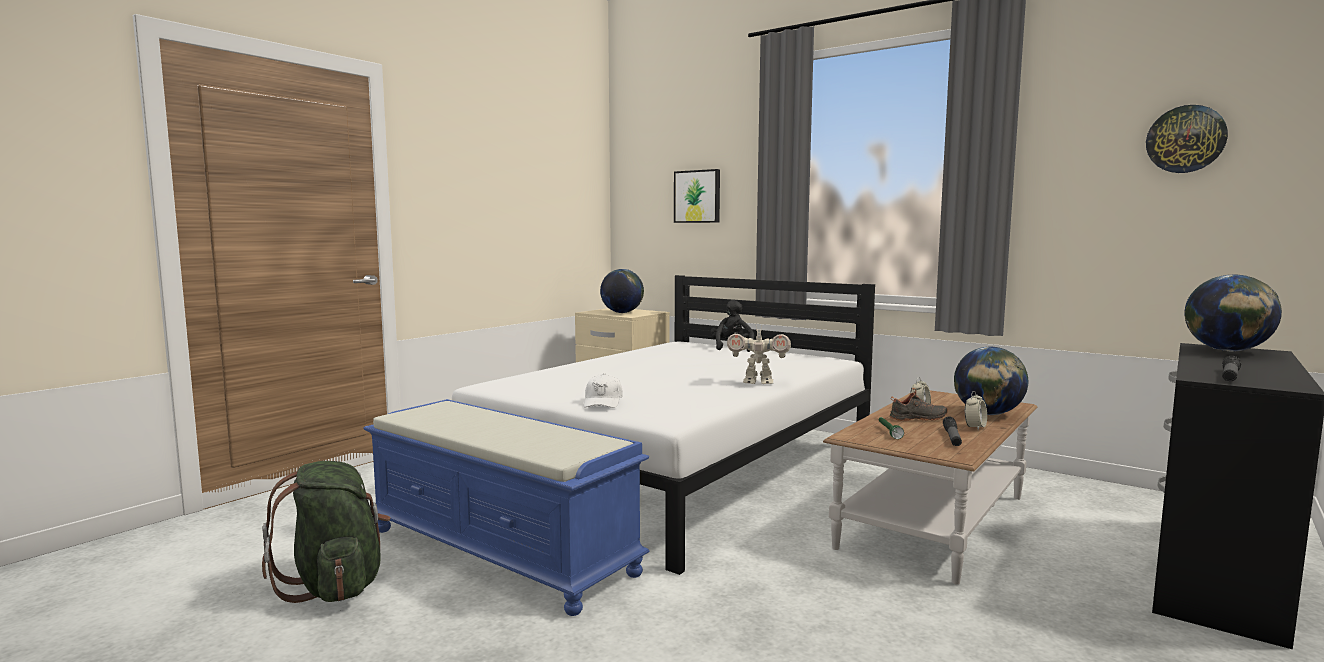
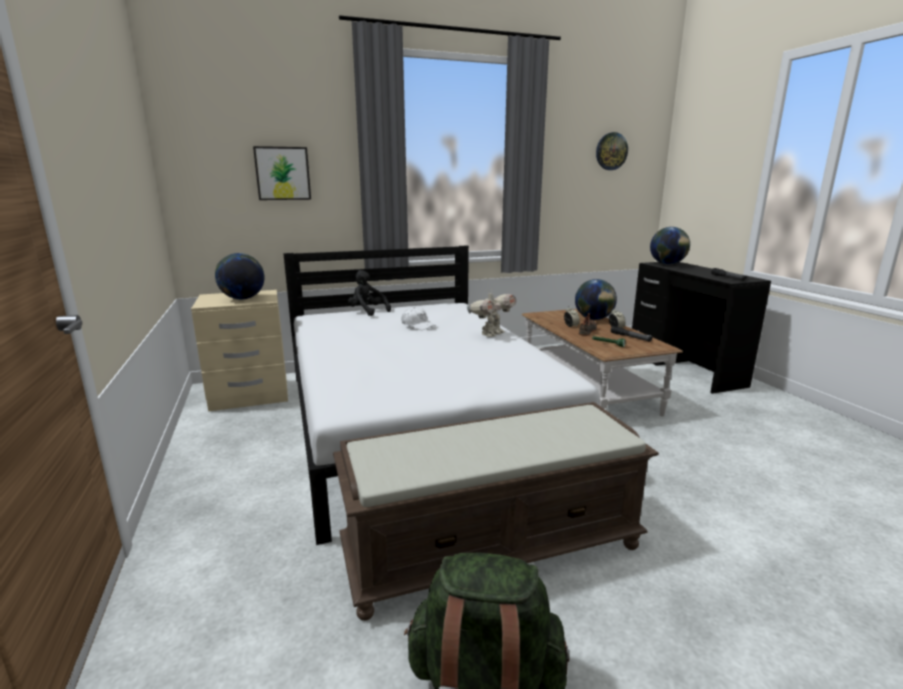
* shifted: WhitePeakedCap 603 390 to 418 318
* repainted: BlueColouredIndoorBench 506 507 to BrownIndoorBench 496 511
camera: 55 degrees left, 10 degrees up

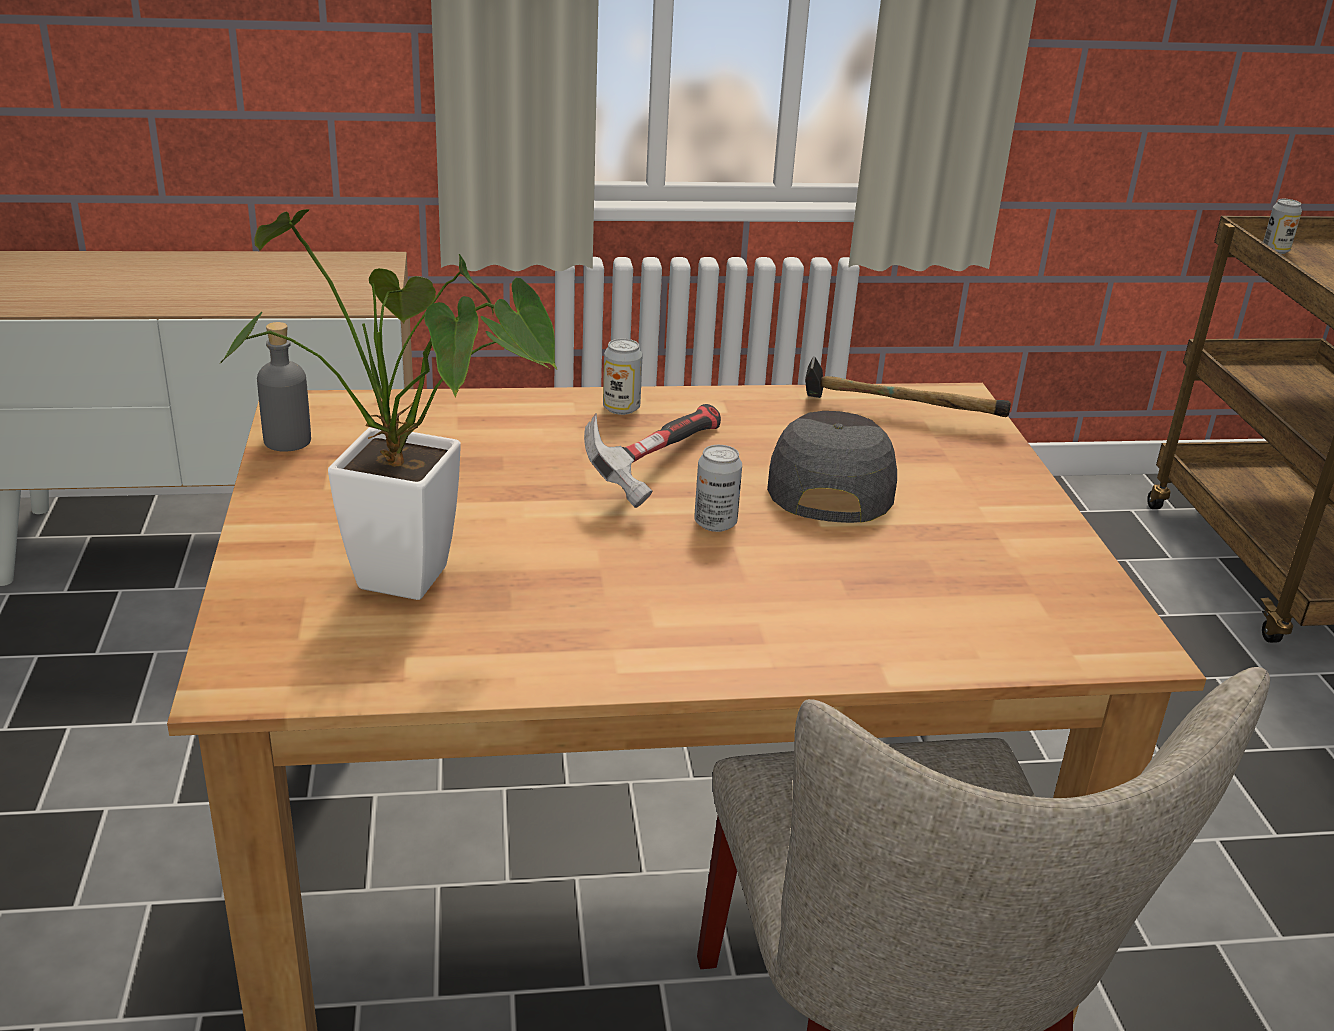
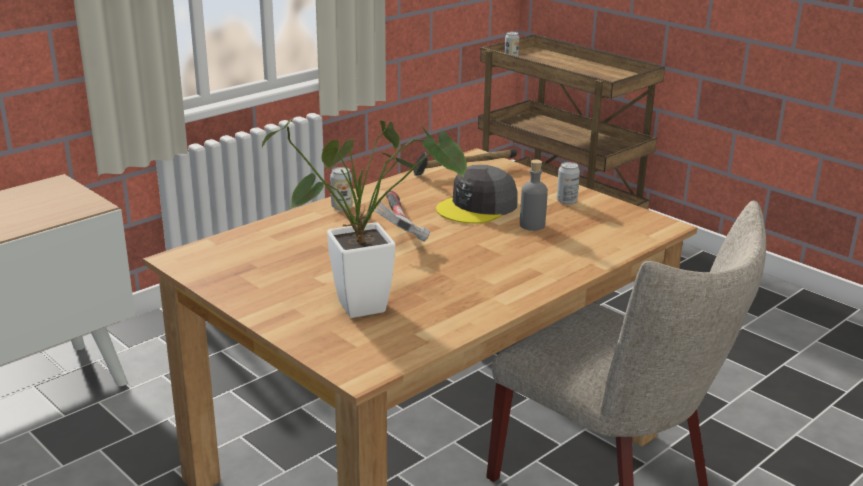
* shifted: GreyBottle 284 387 to 534 195
* shifted: SealedCan 718 488 to 568 183
* rotated: GreyPeakedCap 832 467 = 477 194 105 degrees counterclockwise
camera: 35 degrees left, 5 degrees down

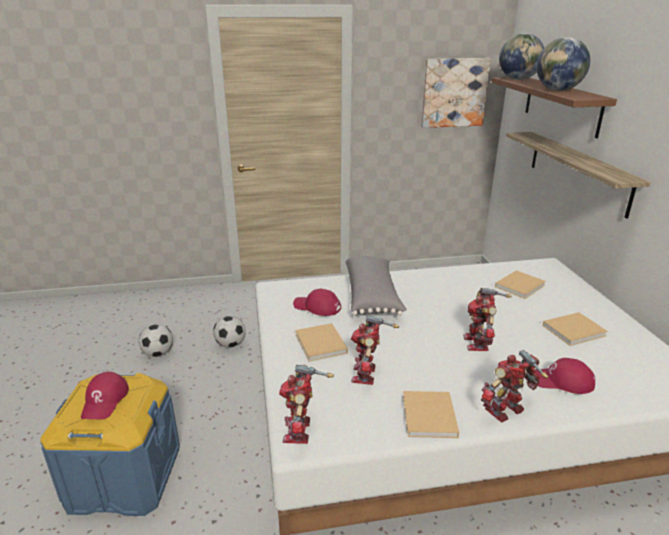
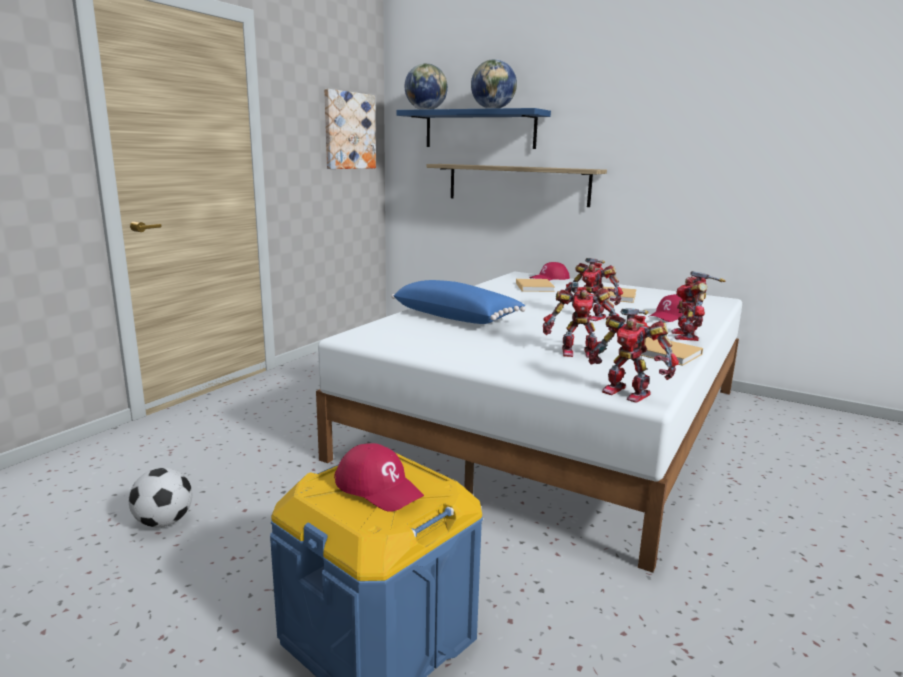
* gone: BallForFootball 229 332
* gone: BeigeColouredVolume 321 342
* shifted: RedColouredPeakedCap 317 302 to 550 271
* repainted: GreyCushion 376 286 to BlueColouredCushion 458 302
* repainted: BrownWallShelf 554 107 to BlueColouredWallShelf 473 128
* rotated: ToyRobot 375 350 = 581 320 45 degrees counterclockwise
camera: 50 degrees left, 10 degrees down

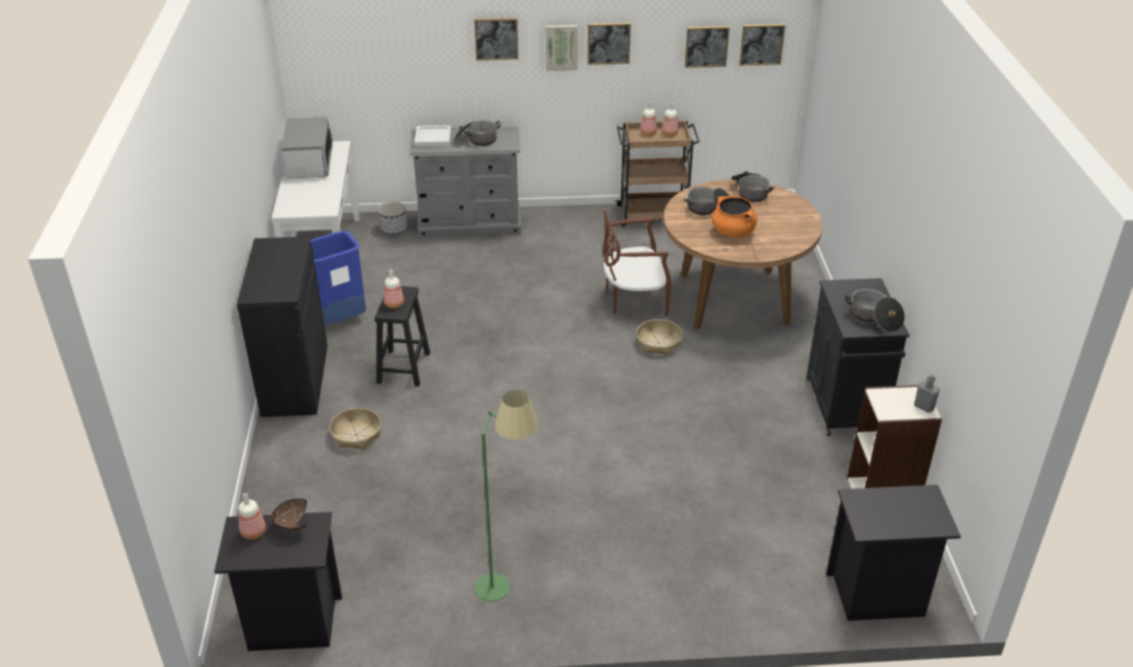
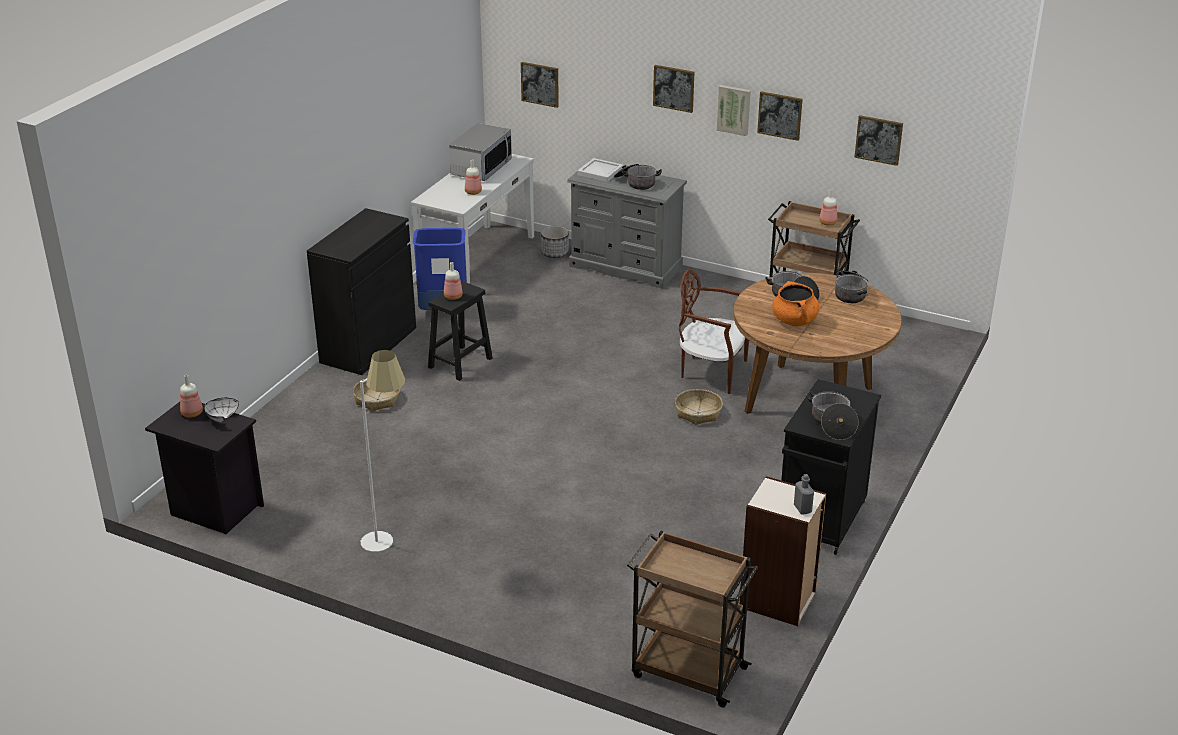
* shifted: Bottle 648 118 to 473 177
* shifted: WallPicture 762 45 to 540 85
* swapped: BlackNightTable 893 553 to BrownTrolley 692 619
* repainted: BrownBowl 289 515 to WhiteBowl 221 410
* repainted: GreenishStandardLamp 506 496 to WhiteStandardLamp 382 451
camera: 30 degrees right, 5 degrees down

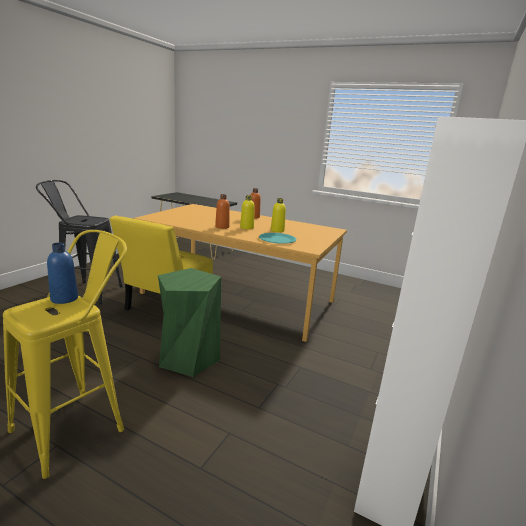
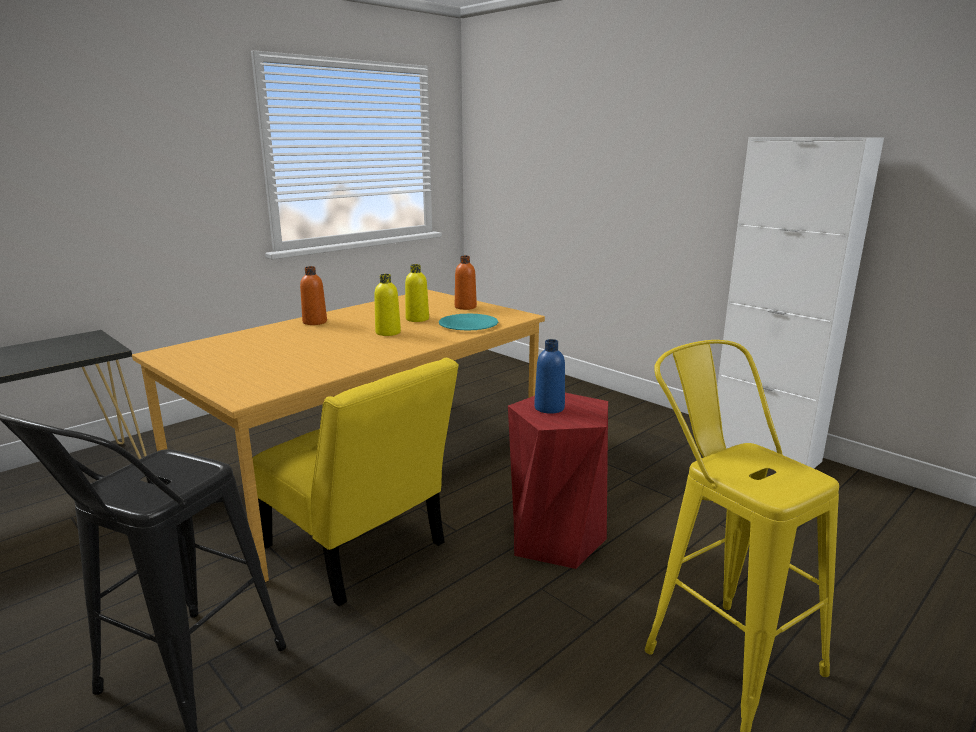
* shifted: BlueColouredBottle 62 273 to 549 376
* shifted: OrangeBottle 222 211 to 466 283
* repainted: GreenishStool 189 322 to RedColouredStool 558 481
camera: 70 degrees left, 0 degrees up

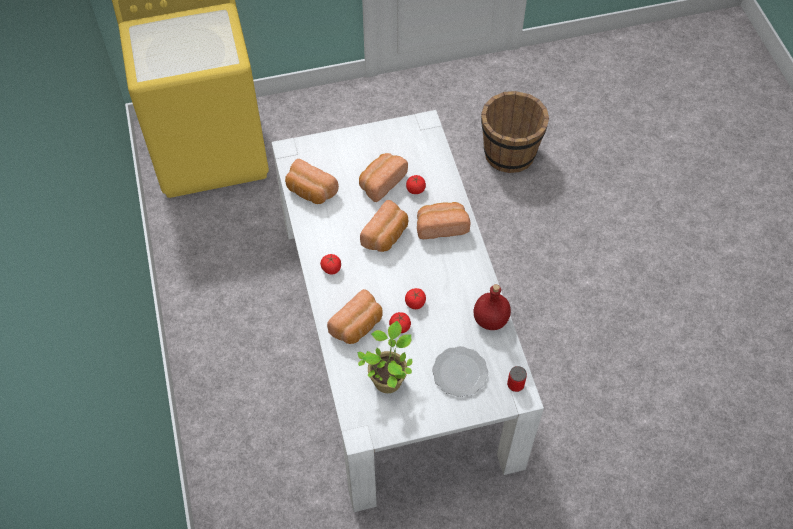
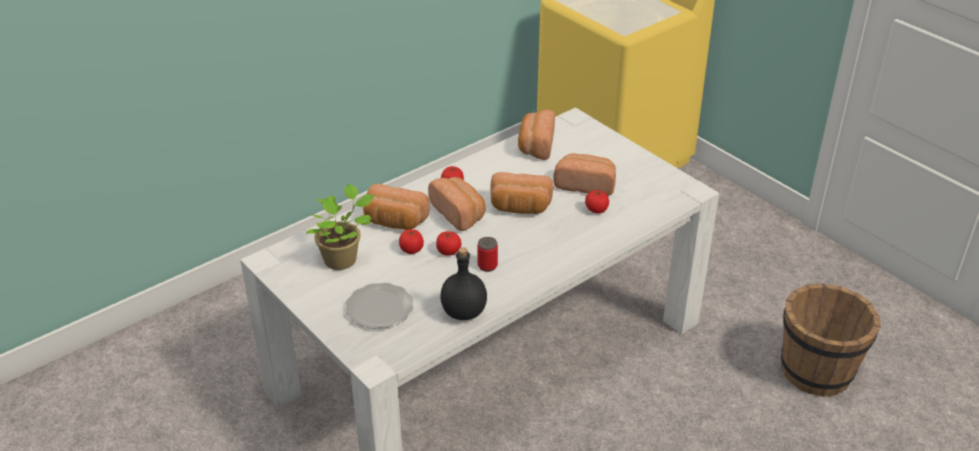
* shifted: BakeryBread 443 220 to 457 204
* shifted: SealedCan 517 379 to 487 254
* repainted: RedColouredBottle 492 307 to BlackBottle 463 283
camera: 65 degrees right, 20 degrees down

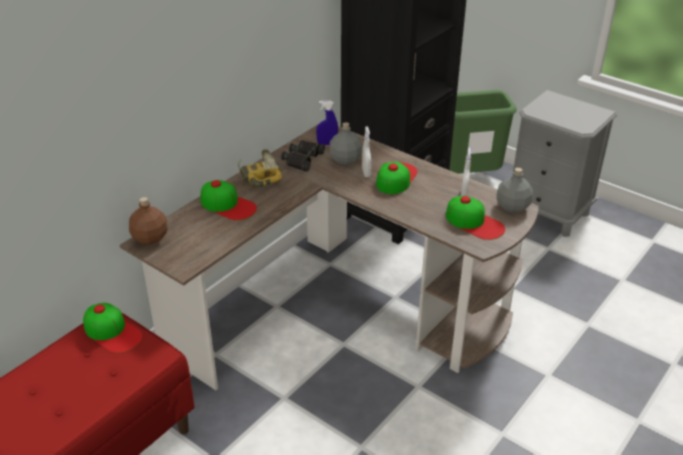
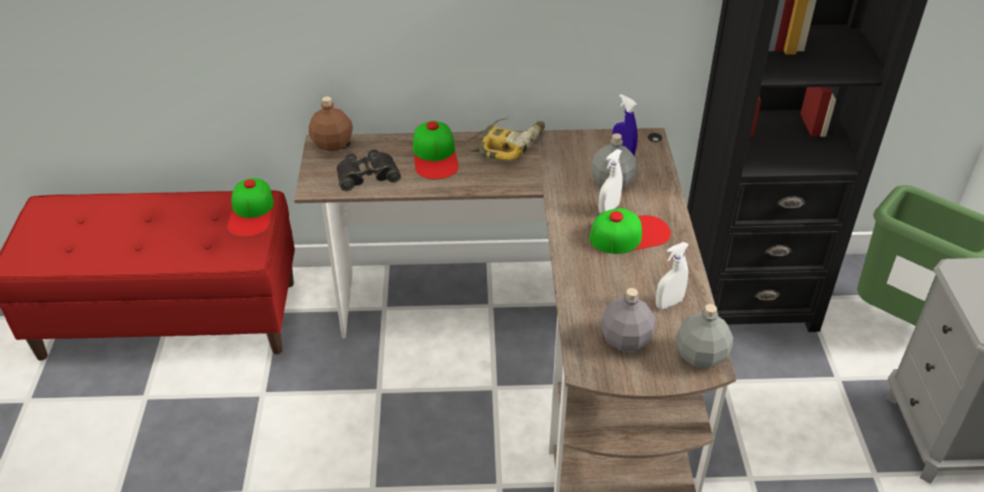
* shifted: BlackBinoculars 303 156 to 368 170
* swapped: PeakedCap 475 218 to GreyBottle 628 319
camera: 50 degrees right, 5 degrees up

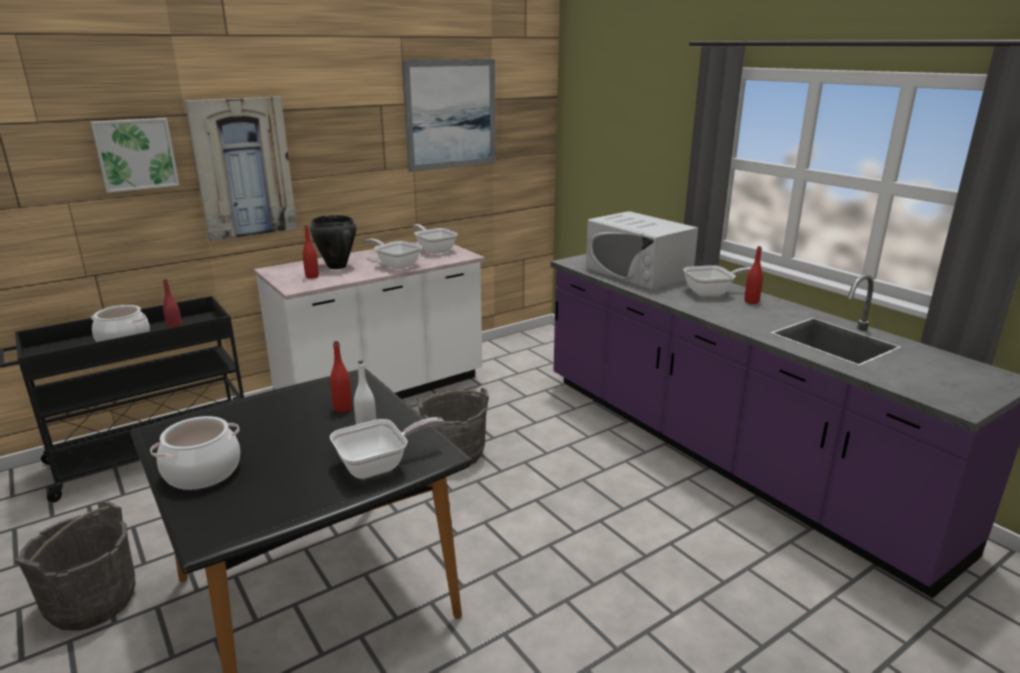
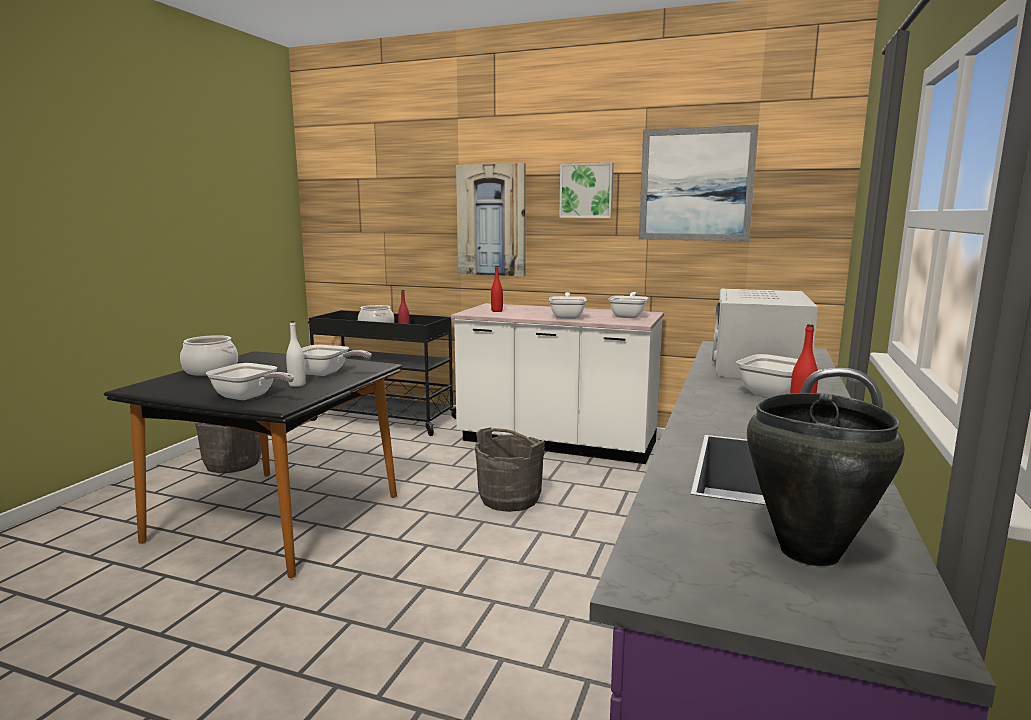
* shifted: WallPicture 135 155 to 586 190
* shifted: BlackStockpot 333 242 to 826 479
* swapped: RedColouredBottle 341 377 to FryingPan 336 360
camera: 55 degrees right, 10 degrees down

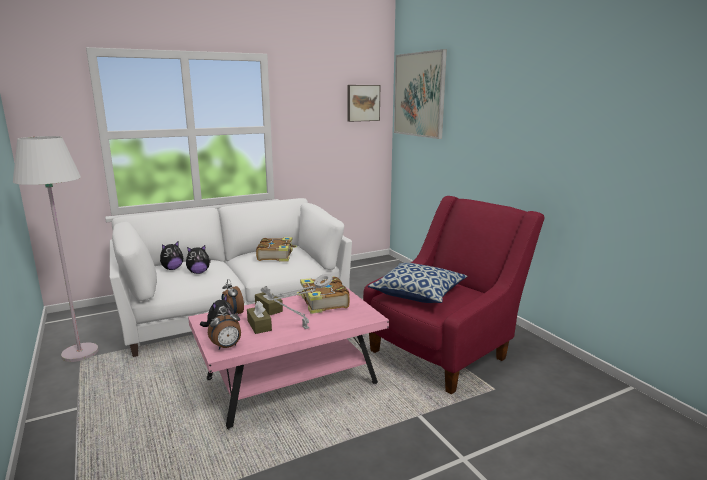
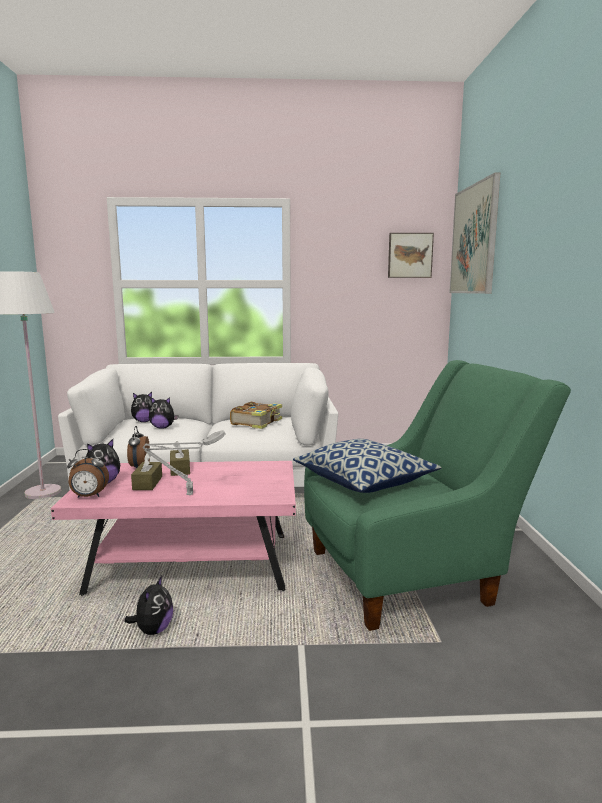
* gone: Volume 323 295
* new: PlushToy 148 605
* repainted: RedColouredEasyChair 454 295 to GreenishEasyChair 437 495
camera: 25 degrees right, 5 degrees down

